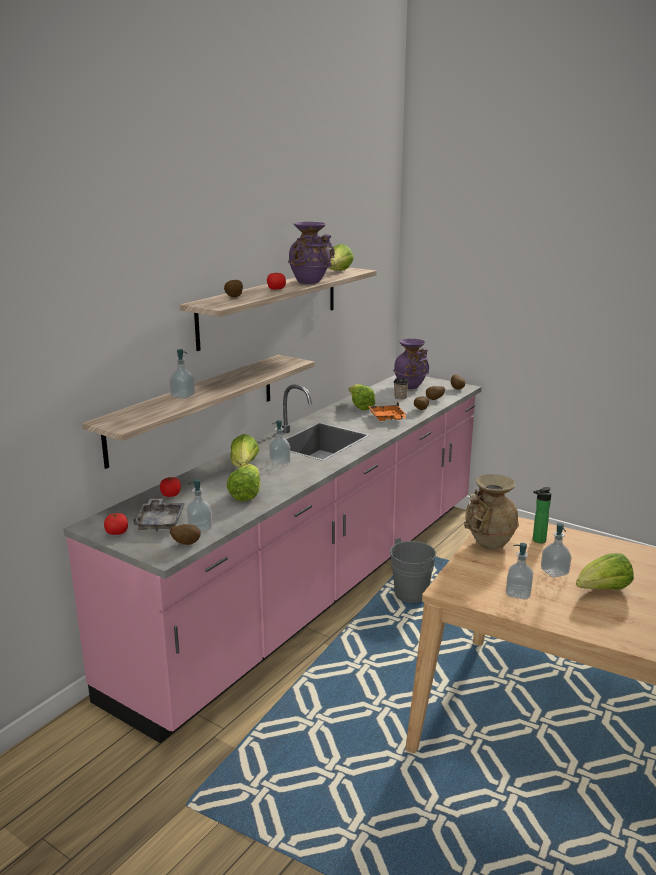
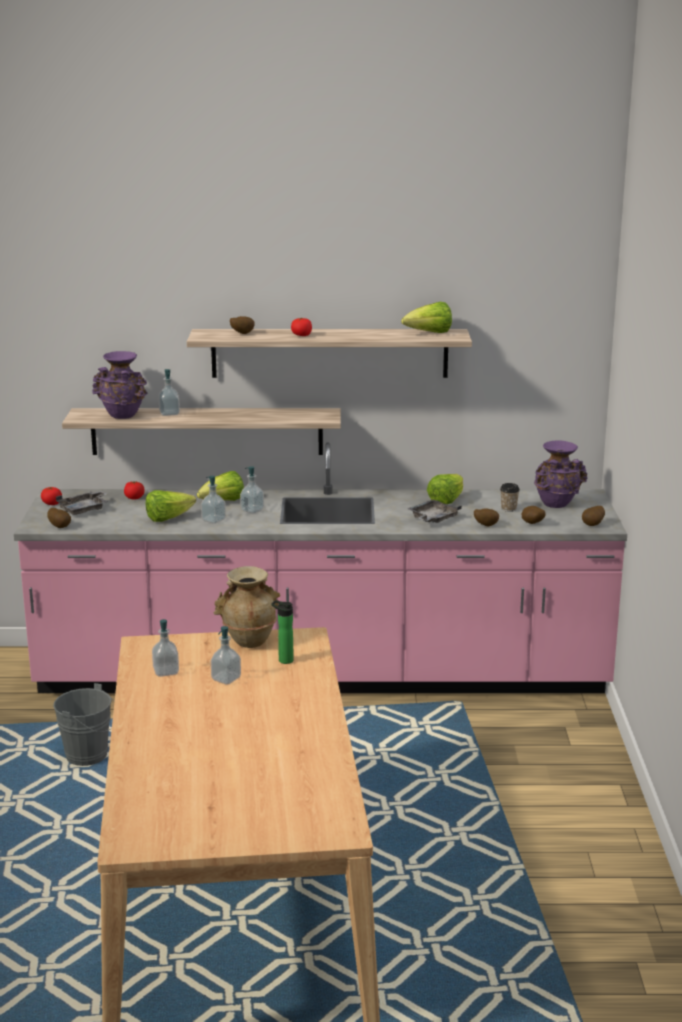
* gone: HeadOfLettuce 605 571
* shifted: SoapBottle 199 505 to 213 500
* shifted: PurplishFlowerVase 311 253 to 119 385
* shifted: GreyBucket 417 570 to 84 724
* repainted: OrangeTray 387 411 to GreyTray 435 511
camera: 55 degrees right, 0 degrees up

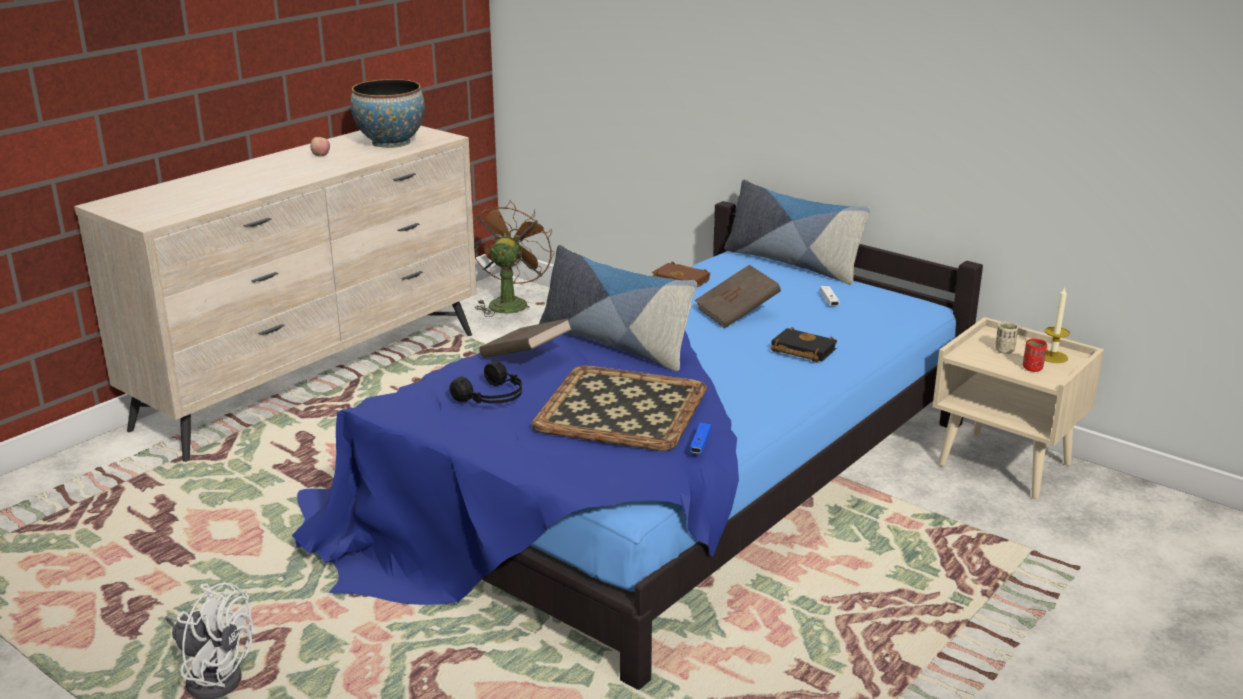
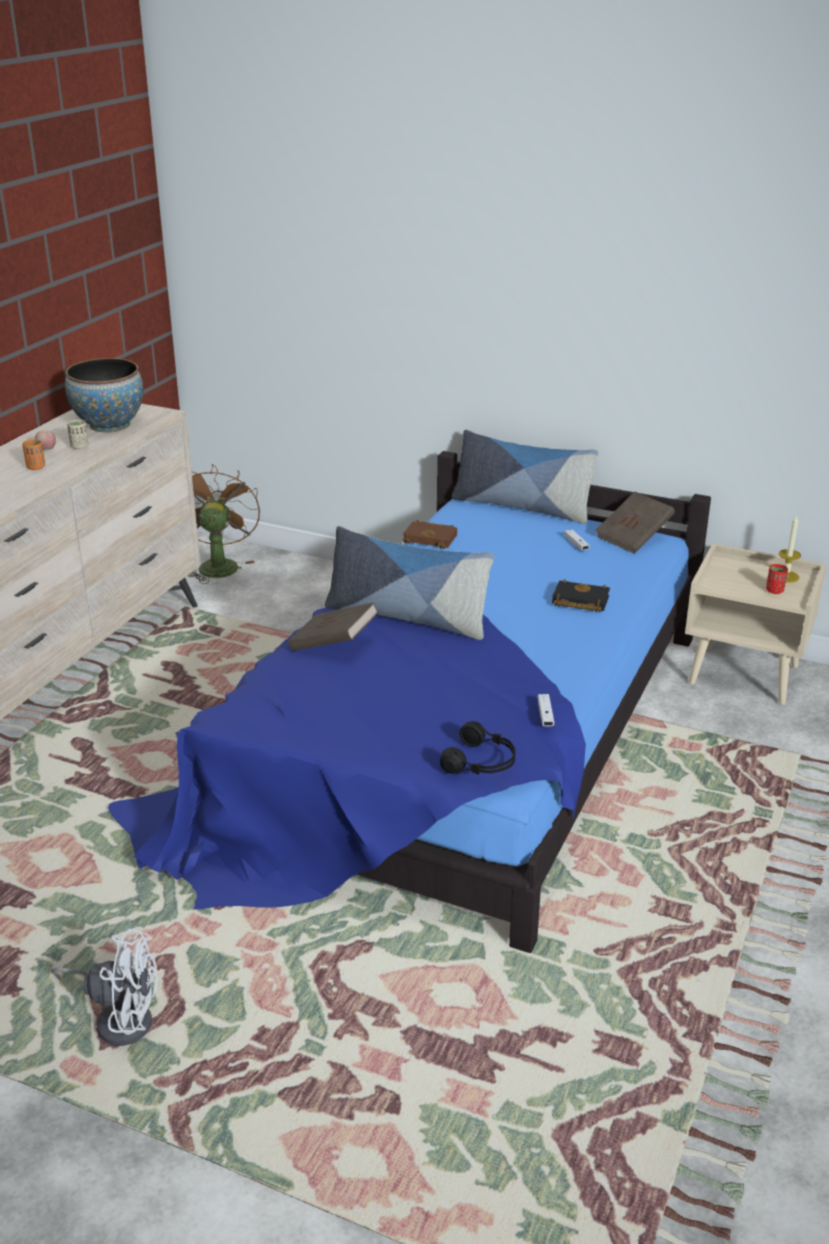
* gone: Tray 619 408
* new: OrangeCup 33 454
* shifted: BlackHeadset 485 382 to 478 748
* shifted: BrownVolume 738 296 to 635 523
* shifted: BeigeColouredCup 1006 338 to 78 434
* repainted: BlueColouredJoypad 700 438 to WhiteJoypad 546 710
camera: 15 degrees left, 5 degrees up

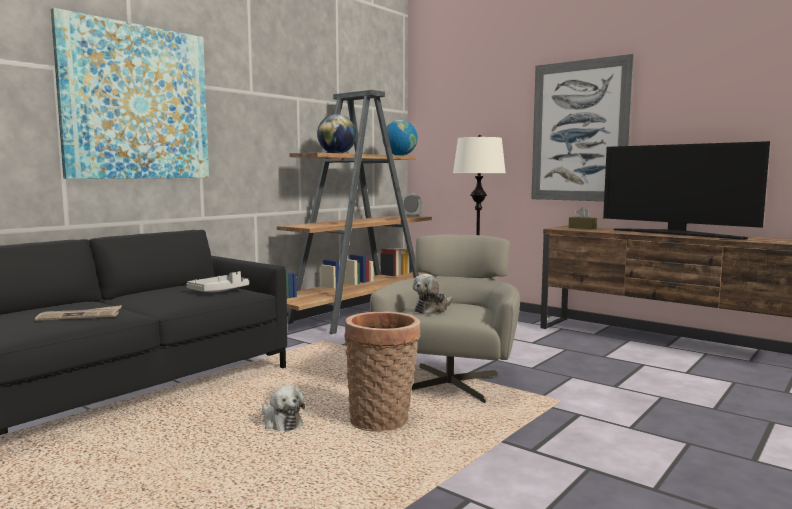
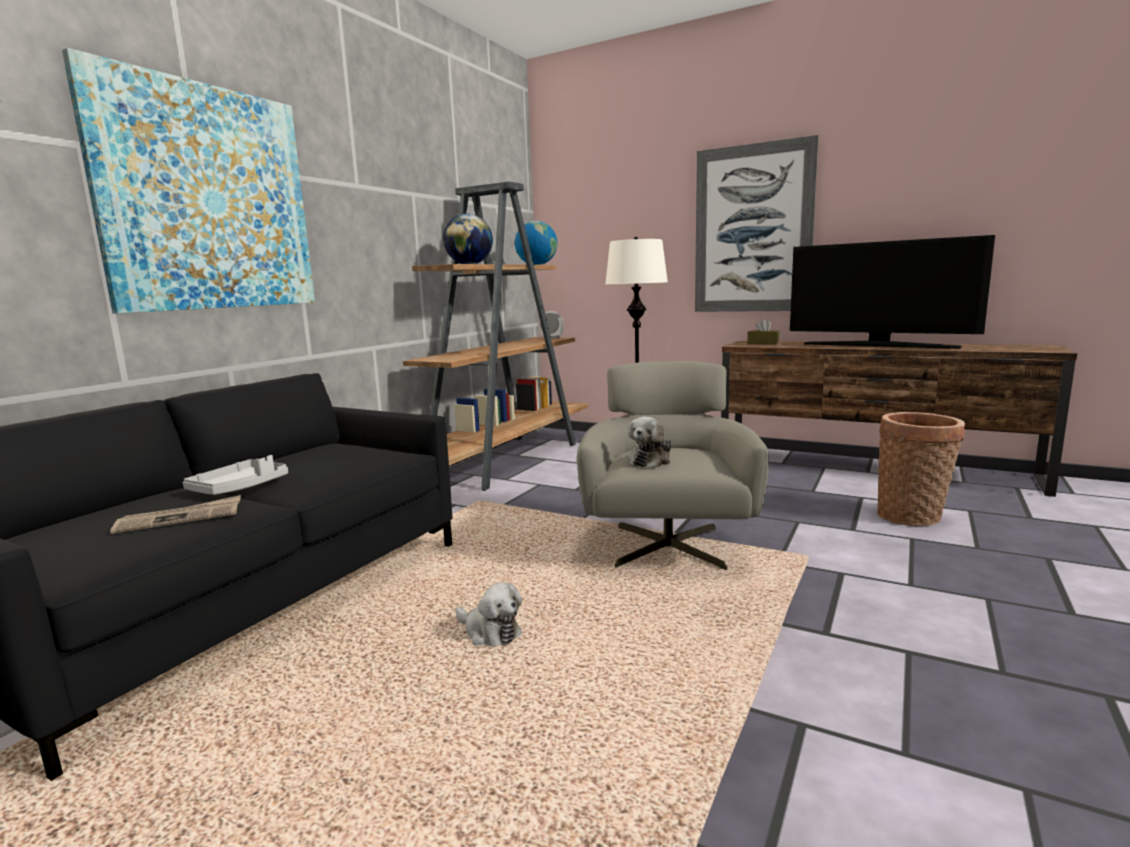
* shifted: GreyTray 218 281 to 235 475
* shifted: StorageBasket 382 372 to 921 469
camera: 10 degrees left, 5 degrees up

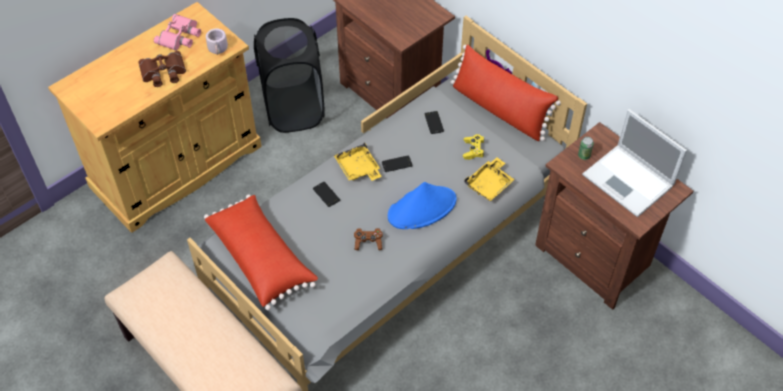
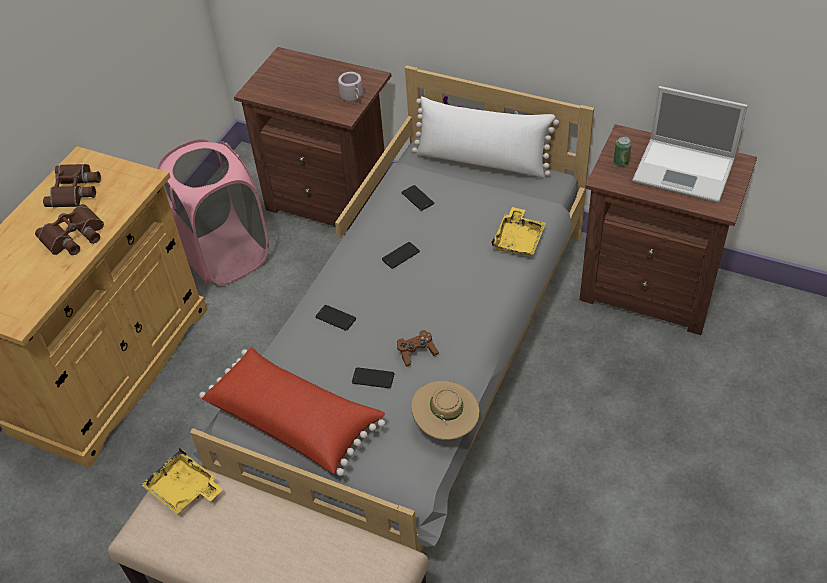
* gone: BlueColouredHat 422 205
* gone: YellowColouredJoypad 474 147
* new: Handset 373 377
* new: BeigeColouredHat 445 410
* shifted: GreyCoffeeMug 217 41 to 350 87
* shifted: YellowColouredTray 357 161 to 182 480
* repainted: PinkColouredBinoculars 177 32 to BrownBinoculars 72 185
* repainted: BlackWashingBasket 289 75 to PinkColouredWashingBasket 213 212
* repainted: RedColouredCushion 505 92 to WhiteCushion 485 137
camera: 20 degrees left, 5 degrees down

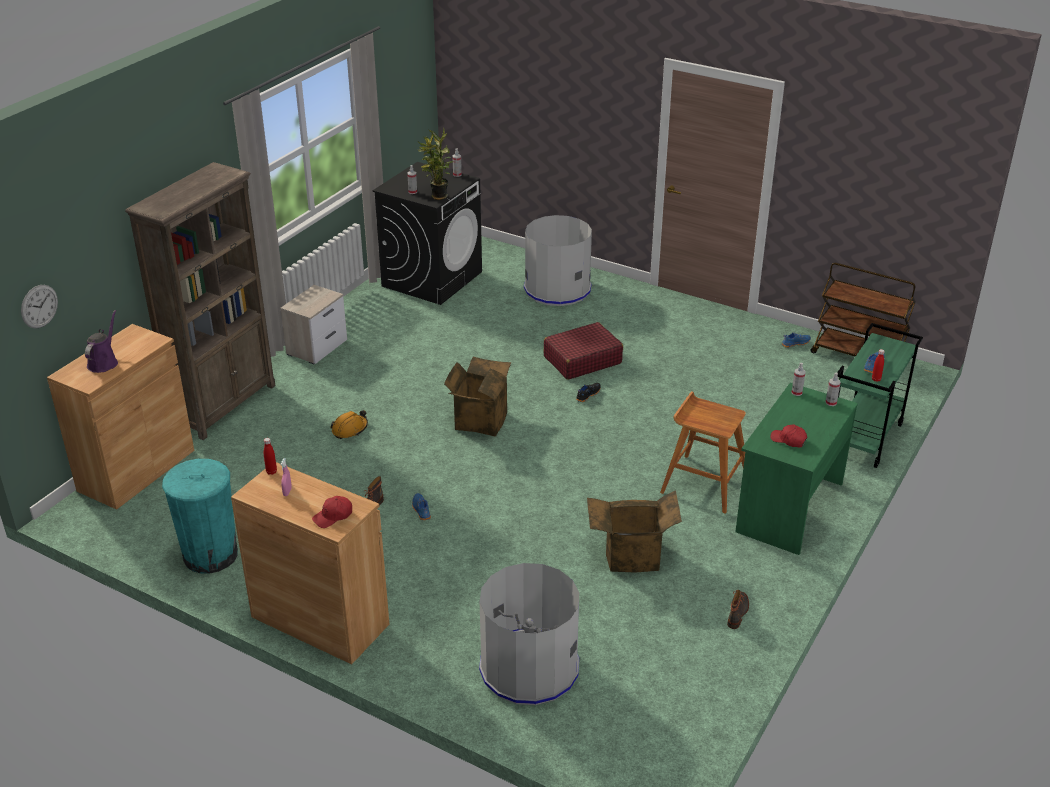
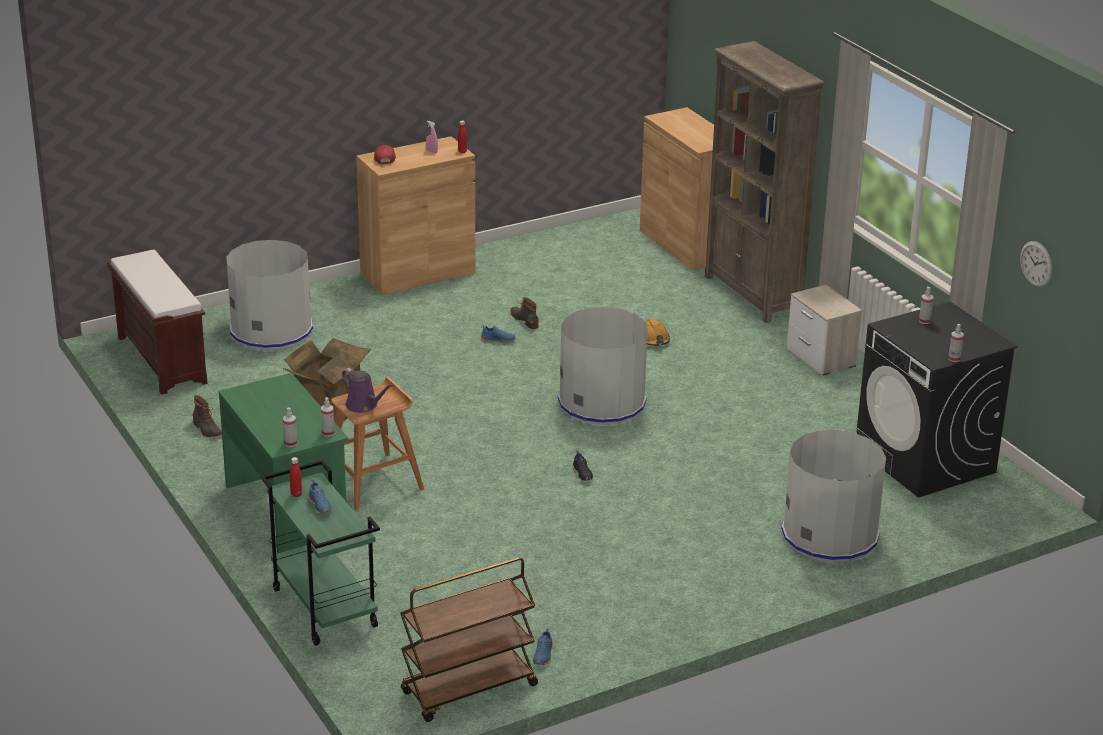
* gone: TurquoiseColouredWasteBin 200 516
* gone: PottedPlant 435 163
* gone: RedColouredTravelCase 583 351
* gone: RedColouredPeakedCap 788 435
* new: BrownIndoorBench 157 322
* shifted: ClockOnTheWall 39 307 to 1036 264
* shifted: PurplishWateringPot 101 341 to 367 390
* swapped: CardboardBox 477 396 to GreyWasteBin 603 366
camera: 120 degrees right, 5 degrees down

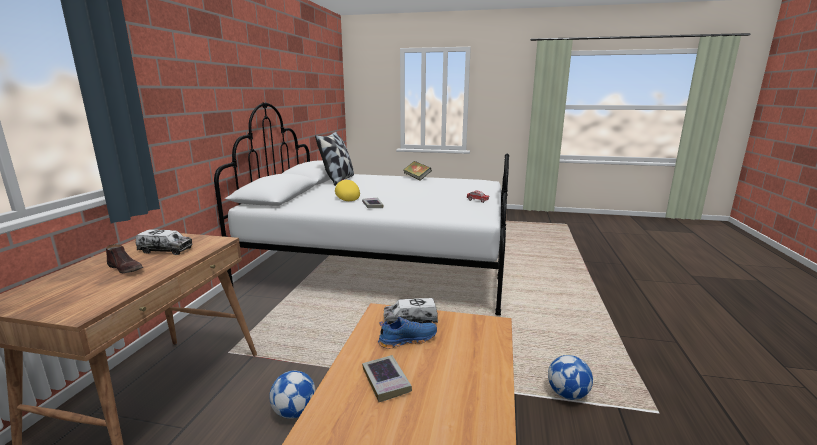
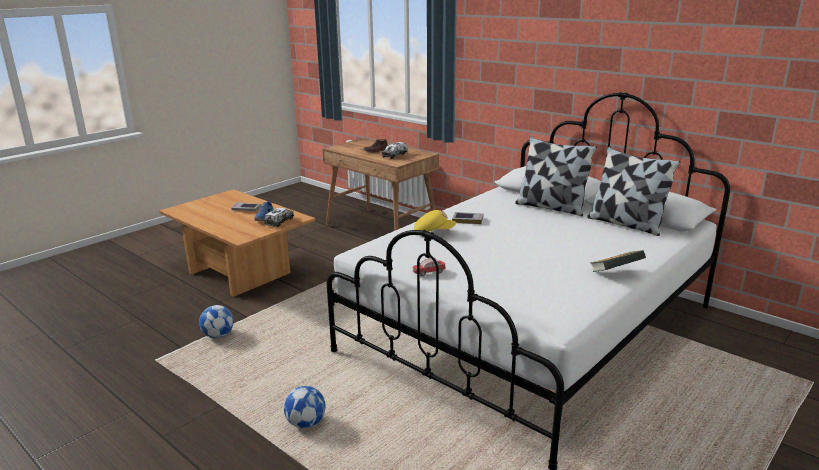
* new: Cushion 556 176
* shifted: BallForFootball 292 394 to 305 407
* shifted: YellowColouredPeakedCap 347 190 to 435 221
camera: 120 degrees right, 5 degrees up

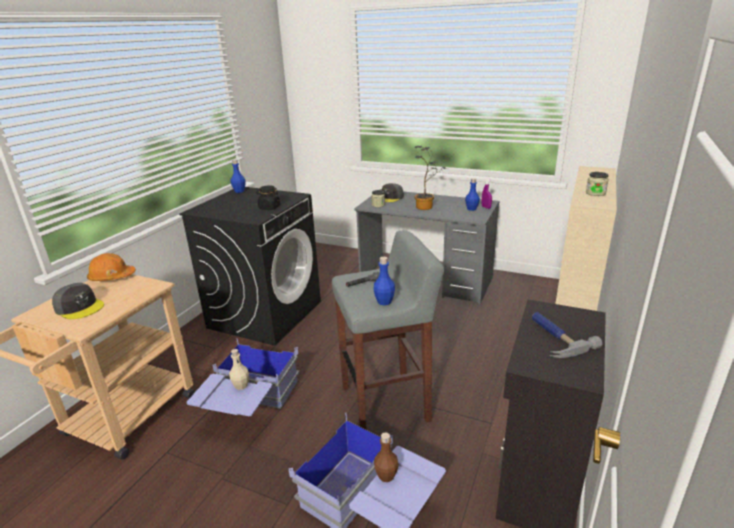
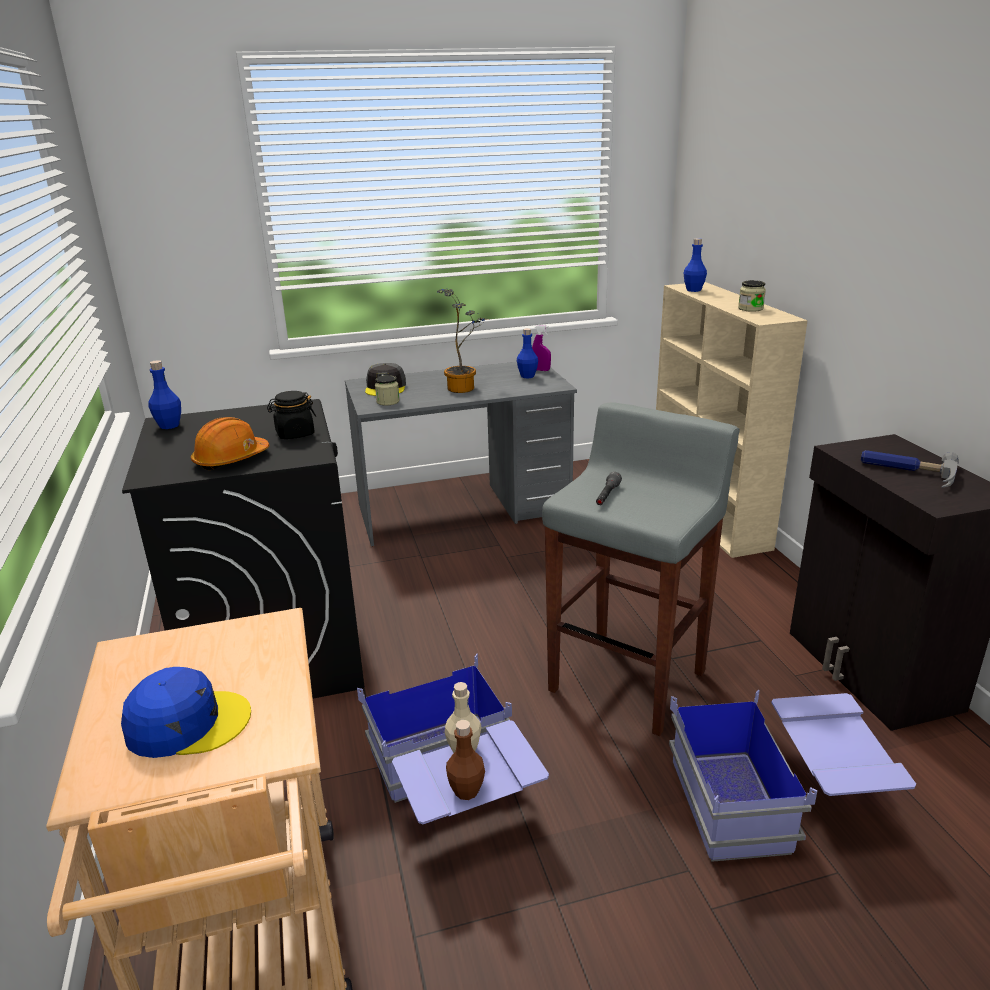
* shifted: OrangeHardHat 111 267 to 230 443
* shifted: BlueColouredBottle 384 281 to 695 265
* shifted: BrownBottle 386 457 to 465 760
* repainted: GreyPeakedCap 78 301 to BlueColouredPeakedCap 186 712
camera: 40 degrees left, 0 degrees up

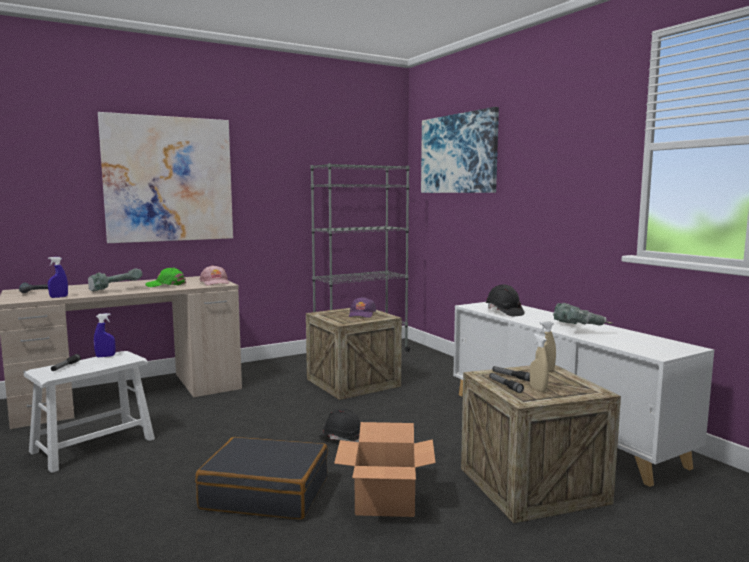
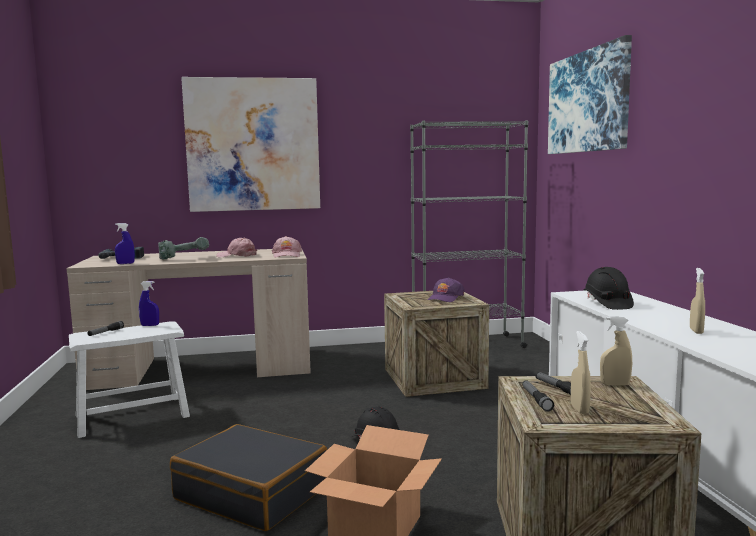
* swapped: PowerDrill 582 314 to BeigeColouredSprayBottle 697 301
* repainted: GreenishPeakedCap 165 277 to PinkColouredPeakedCap 236 247
camera: 20 degrees right, 0 degrees up

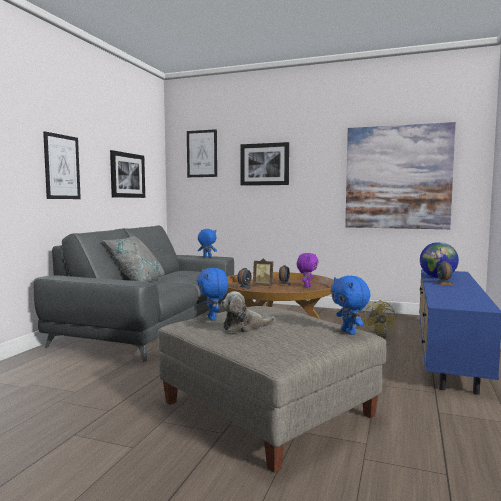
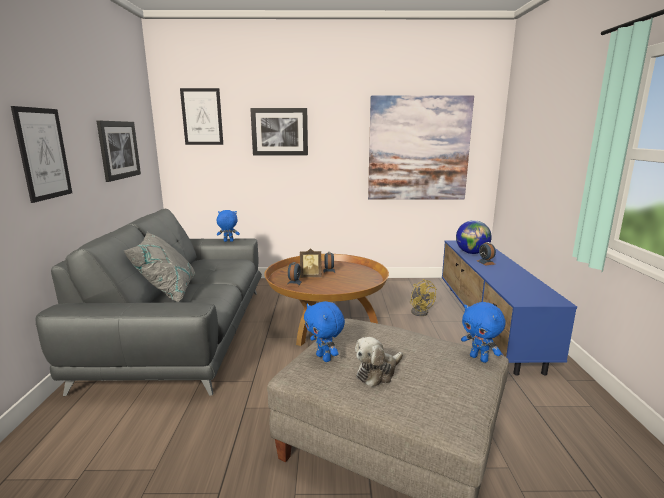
* gone: PurplishPlushToy 308 270
camera: 20 degrees left, 10 degrees up

